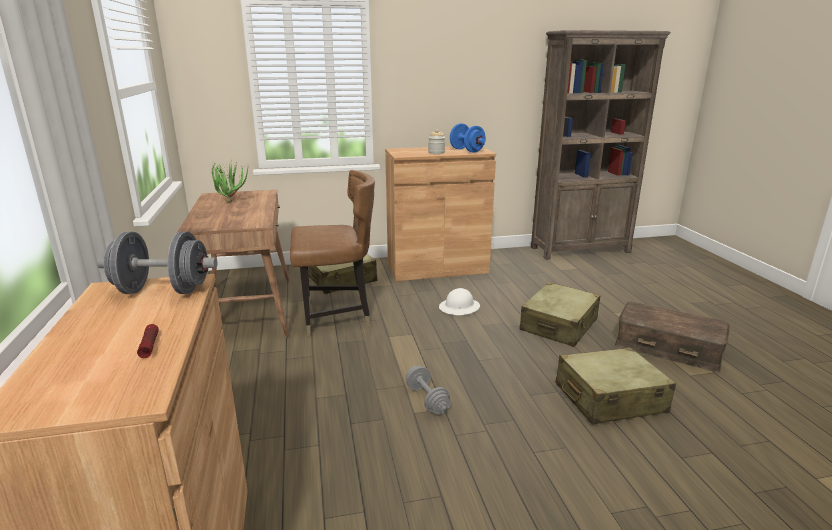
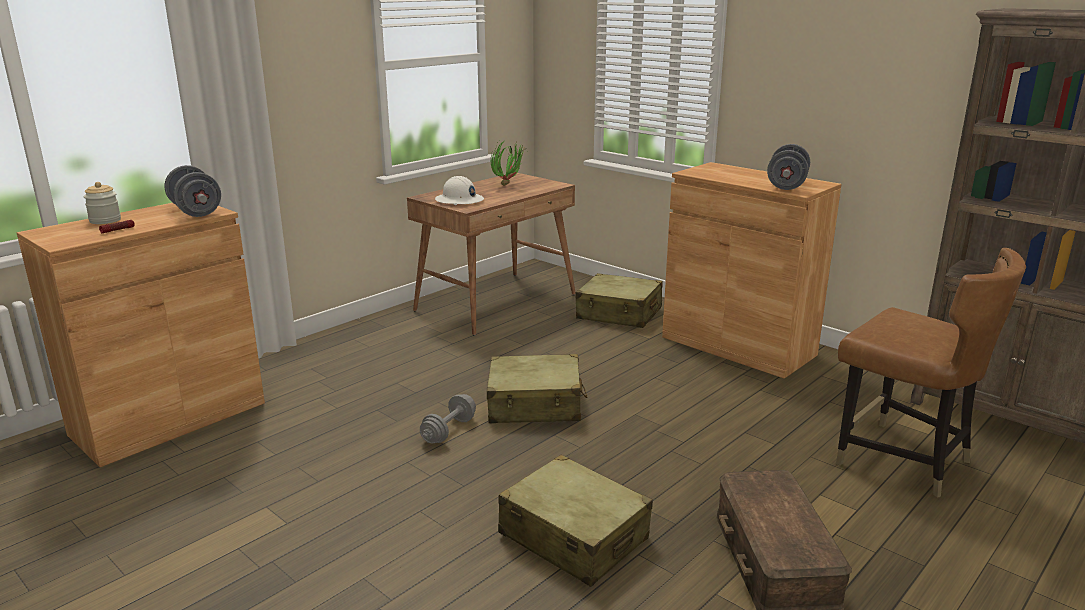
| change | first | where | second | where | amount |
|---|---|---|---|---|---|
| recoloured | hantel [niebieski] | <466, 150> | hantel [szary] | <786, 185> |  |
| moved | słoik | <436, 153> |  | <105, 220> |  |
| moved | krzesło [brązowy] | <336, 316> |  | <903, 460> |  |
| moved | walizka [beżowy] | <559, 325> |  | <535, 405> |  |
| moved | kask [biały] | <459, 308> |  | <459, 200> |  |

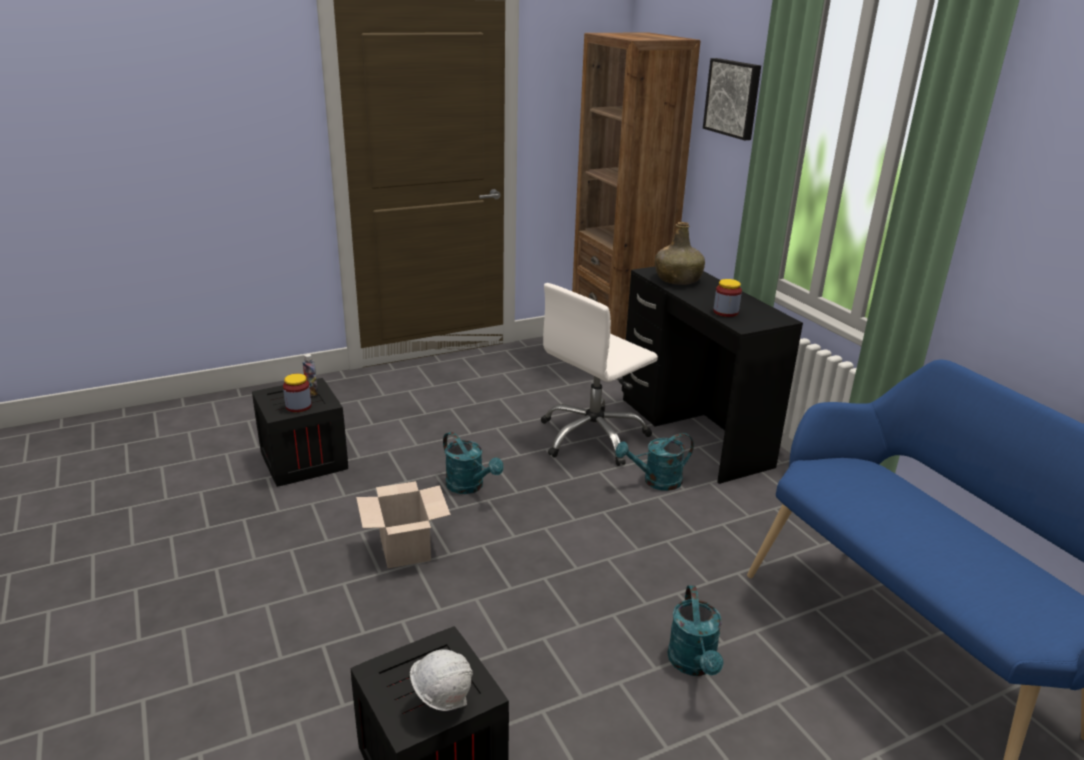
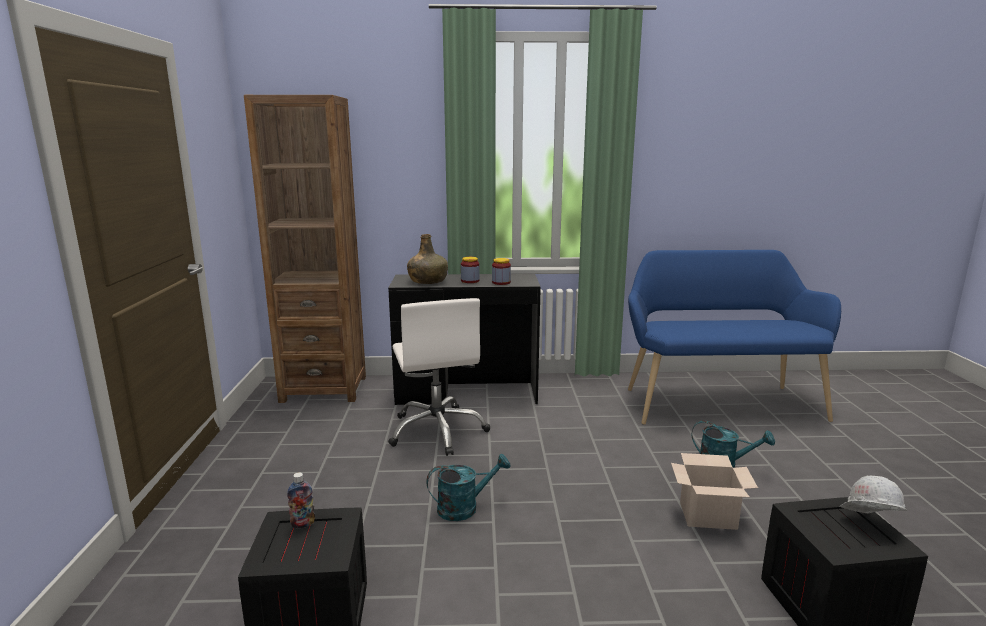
| change | first | where | second | where | amount |
|---|---|---|---|---|---|
| removed | obraz | <733, 98> |  |  |  |
| moved | słoik | <298, 406> |  | <470, 281> |  |
| removed | konewka [turkusowy] | <656, 481> |  |  |  |
| moved | karton | <406, 549> |  | <709, 515> |  |

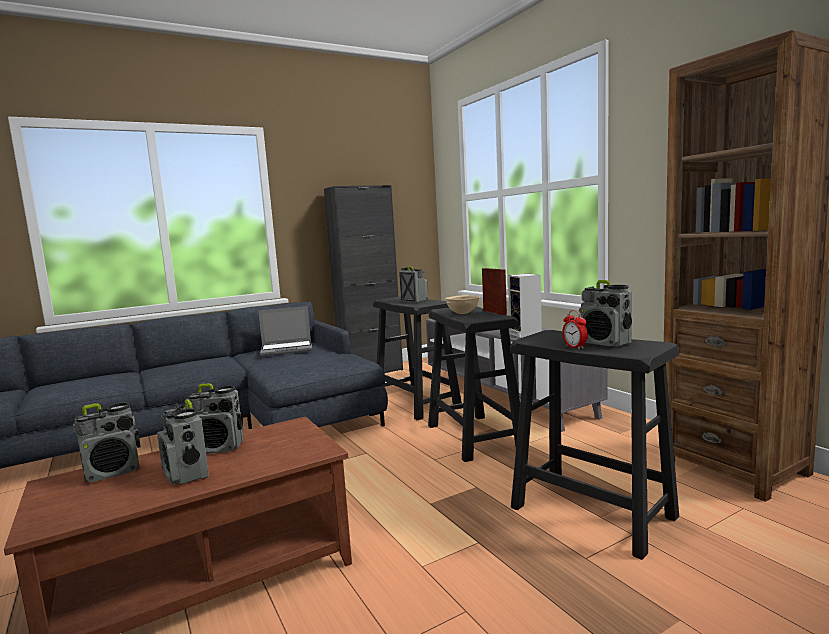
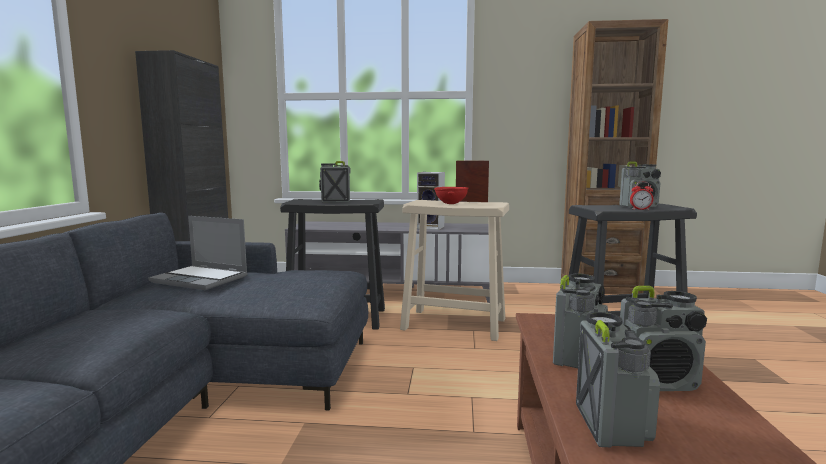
| change | first | where | second | where | amount |
|---|---|---|---|---|---|
| recoloured | miska [beżowy] | <462, 313> | miska [czerwony] | <450, 204> |  |
| turned | laptop | <287, 349> |  | <201, 279> | 90 degrees clockwise |
| recoloured | stołek [czarny] | <474, 436> | stołek [beżowy] | <453, 324> |  |

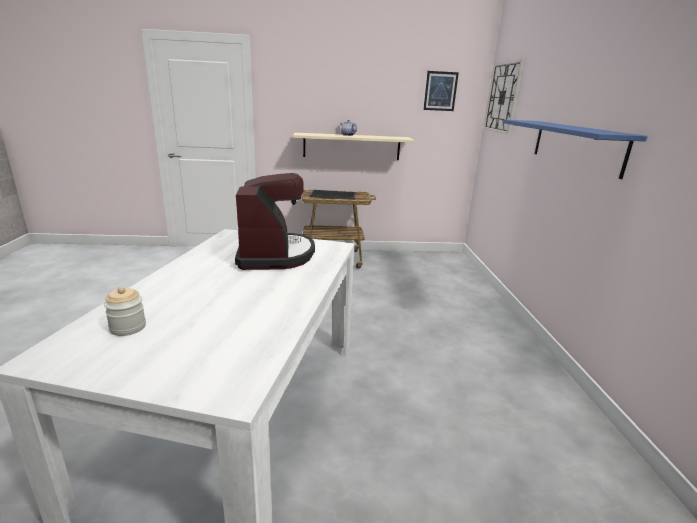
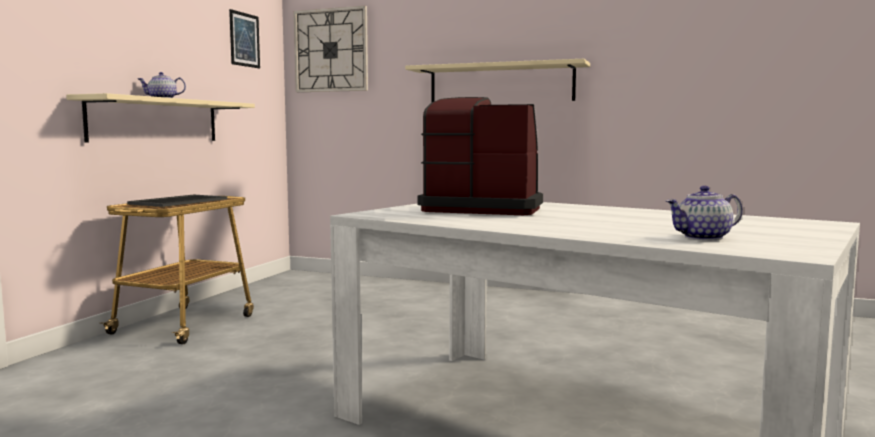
| change | first | where | second | where | amount |
|---|---|---|---|---|---|
| recoloured | półka [niebieski] | <576, 146> | półka [beżowy] | <501, 84> |  |
| replaced | słoik | <128, 327> | imbryk | <703, 237> |  |

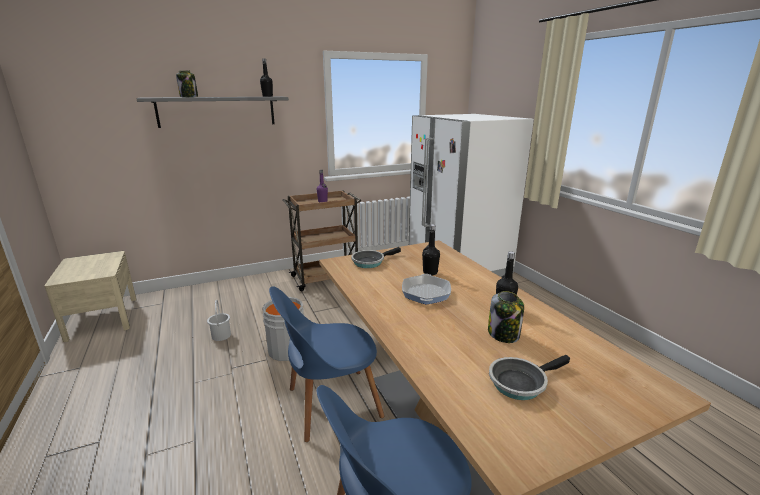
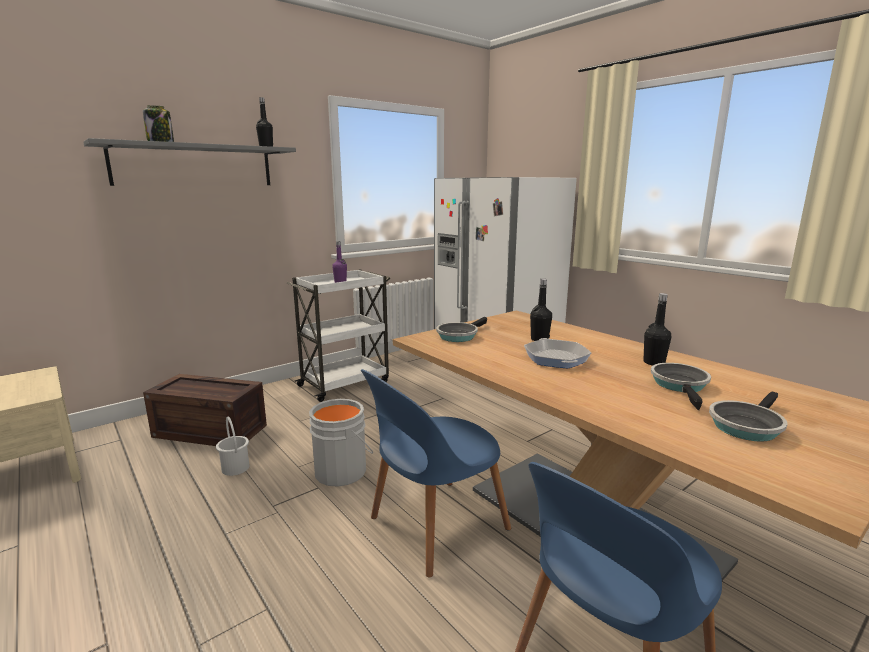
| change | first | where | second | where | amount |
|---|---|---|---|---|---|
| recoloured | wózek [brązowy] | <326, 278> | wózek [biały] | <345, 383> |  |
| replaced | słoik | <504, 334> | patelnia | <680, 386> |  |
| added |  |  | skrzynka | <212, 430> |  |

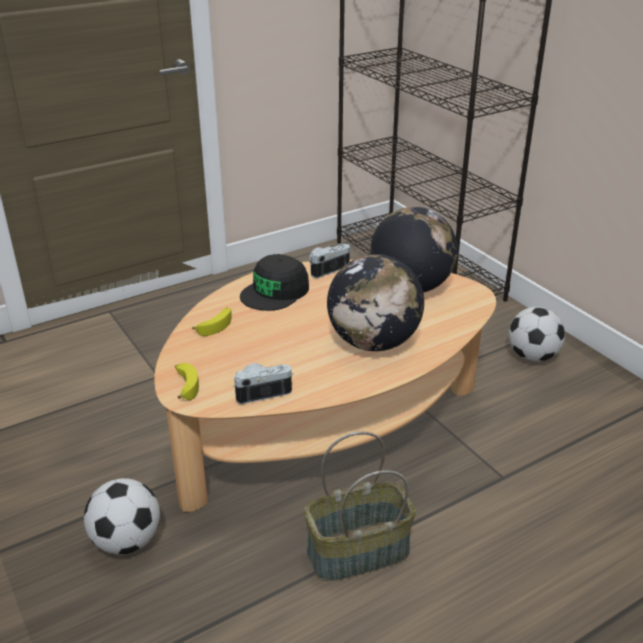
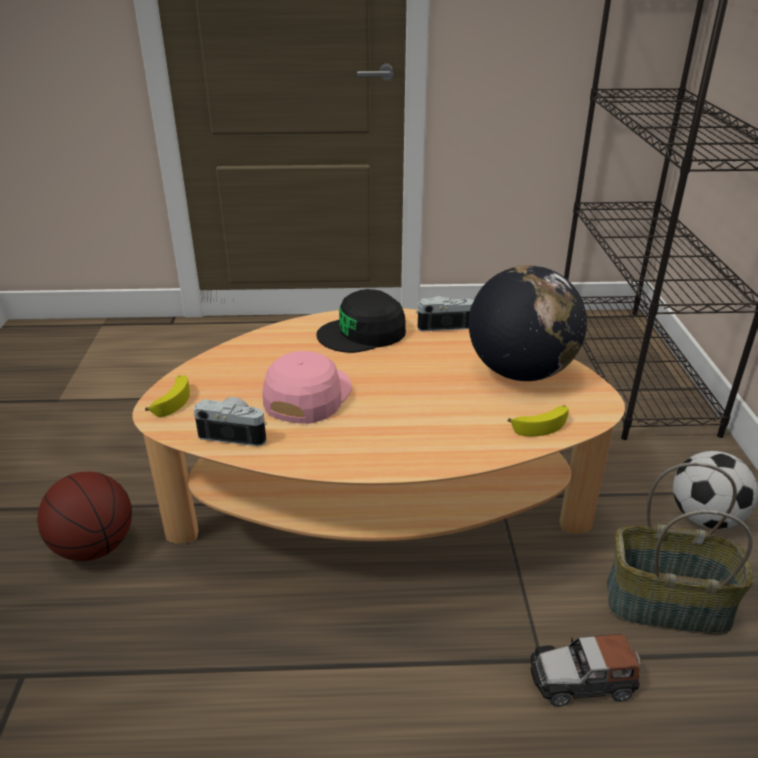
| change | first | where | second | where | amount |
|---|---|---|---|---|---|
| removed | globus | <373, 343> |  |  |  |
| moved | banan | <215, 325> |  | <541, 424> |  |
| moved | koszyk | <358, 553> |  | <666, 605> |  |
| replaced | piłka futbolowa | <127, 541> | piłka do koszykówki | <94, 547> |  |
| added |  |  | czapka z daszkiem [różowy] | <307, 395> |  |
| added |  |  | samochodzik | <582, 680> |  |

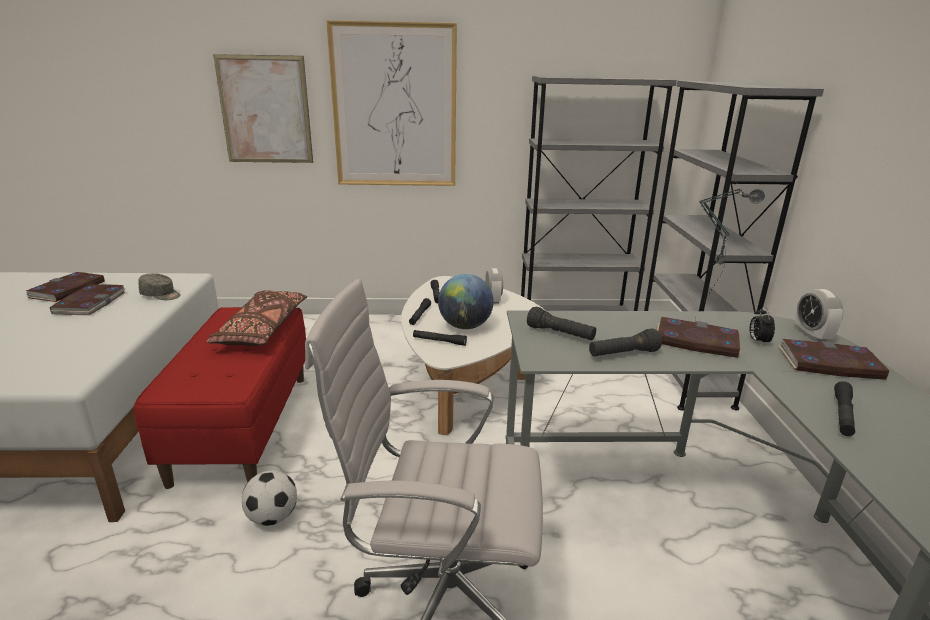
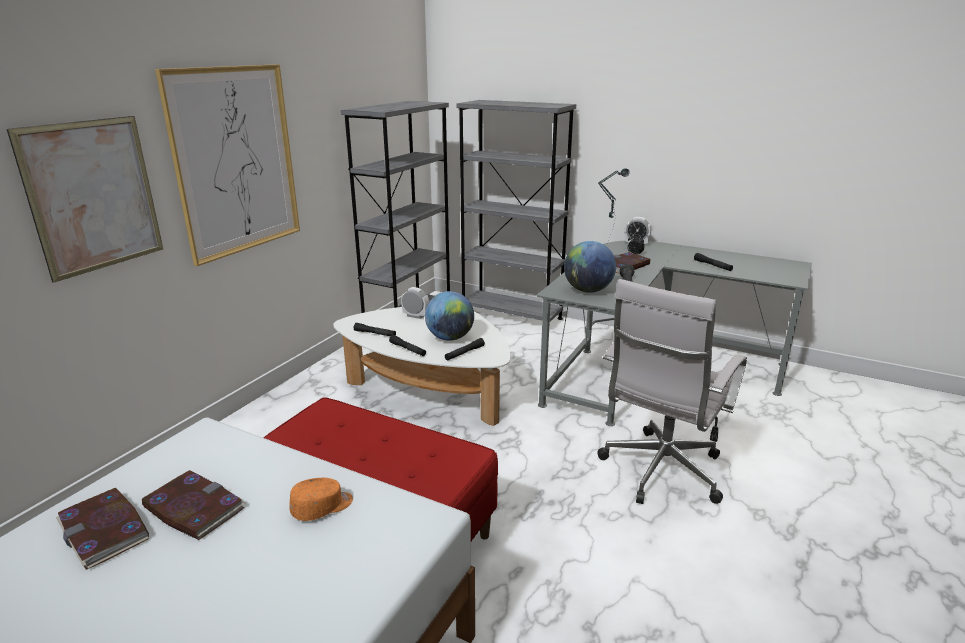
| change | first | where | second | where | amount |
|---|---|---|---|---|---|
| removed | czapka z daszkiem [szary] | <161, 295> |  |  |  |
| removed | poduszka [brązowy] | <262, 329> |  |  |  |
| replaced | latarka [czarny] | <560, 334> | globus | <588, 290> |  |
| removed | książka | <829, 363> |  |  |  |
| removed | piłka futbolowa | <273, 517> |  |  |  |
| added |  |  | czapka z daszkiem [pomarańczowy] | <322, 507> |  |

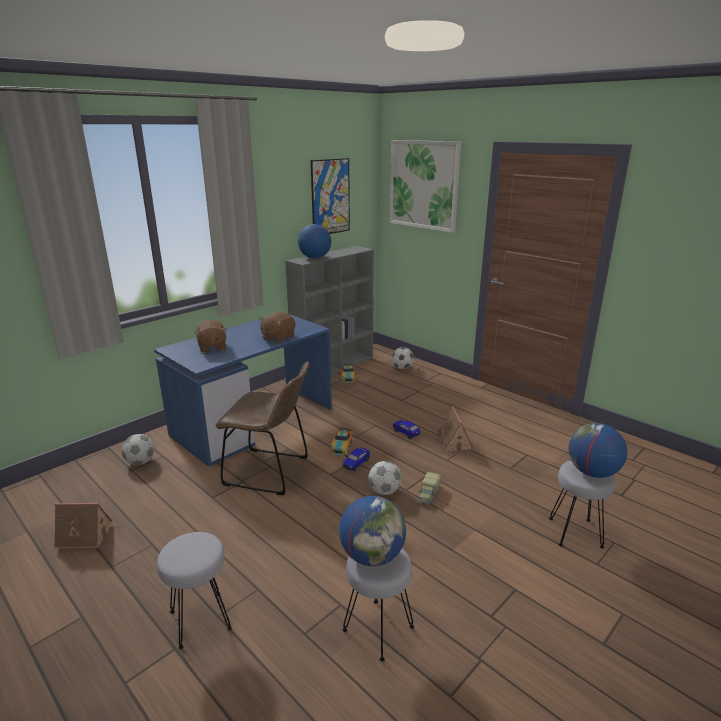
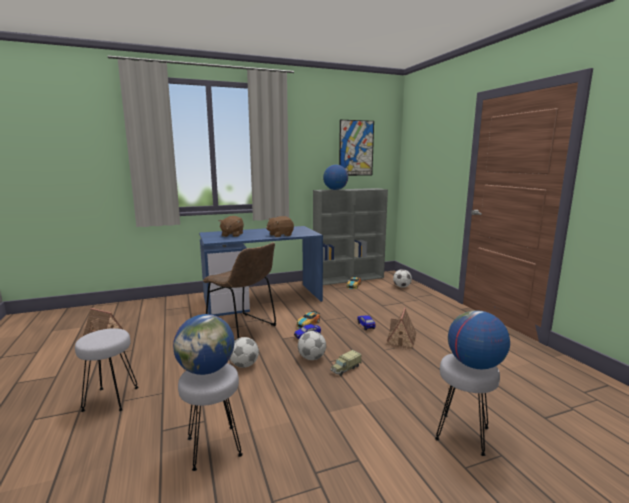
| change | first | where | second | where | amount |
|---|---|---|---|---|---|
| removed | obraz | <424, 185> |  |  |  |
| moved | piłka futbolowa | <141, 462> |  | <244, 365> |  |

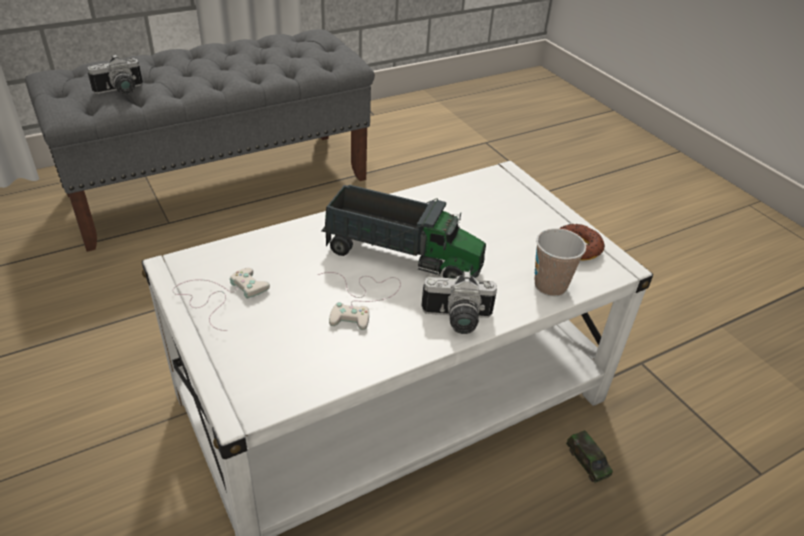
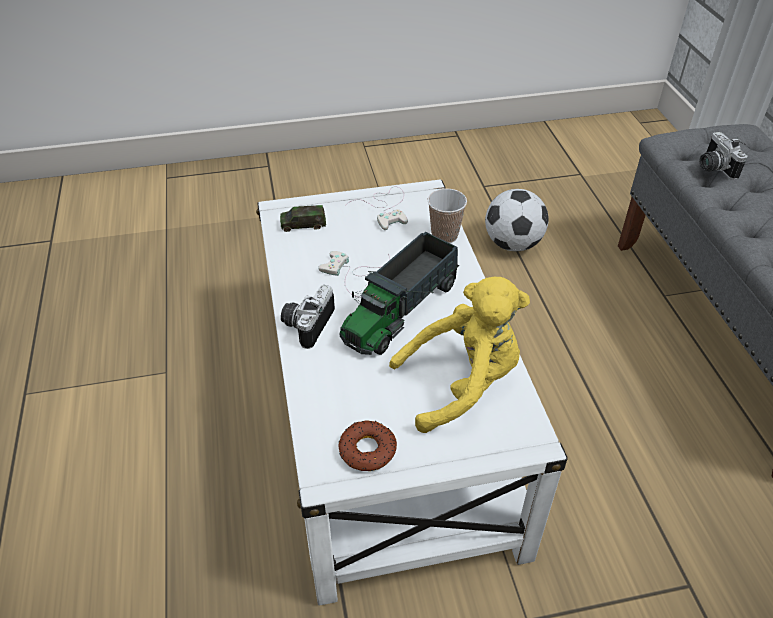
| change | first | where | second | where | amount |
|---|---|---|---|---|---|
| moved | filiżanka | <550, 286> |  | <444, 235> |  |
| moved | samochodzik | <587, 461> |  | <303, 224> |  |
| added |  |  | piłka futbolowa | <512, 244> |  |
| added |  |  | pluszak [żółty] | <462, 383> |  |

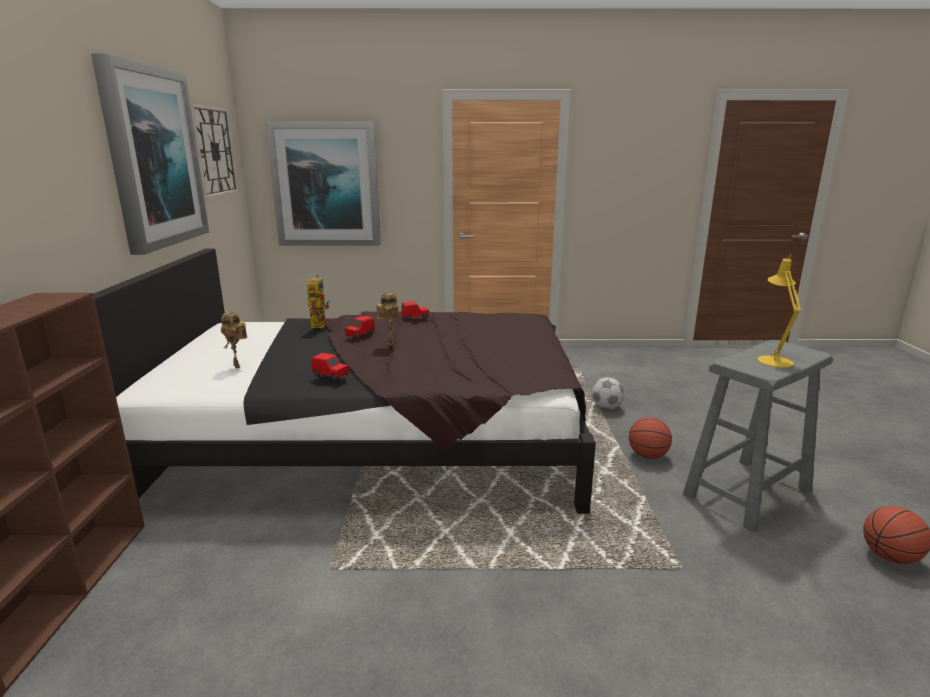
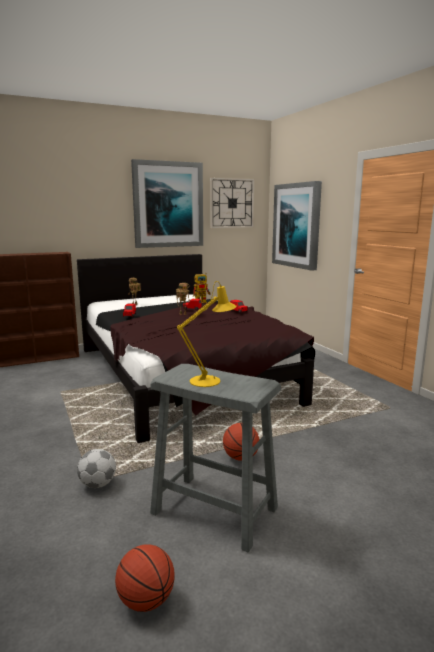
| change | first | where | second | where | amount |
|---|---|---|---|---|---|
| moved | piłka futbolowa | <606, 407> |  | <98, 484> |  |

